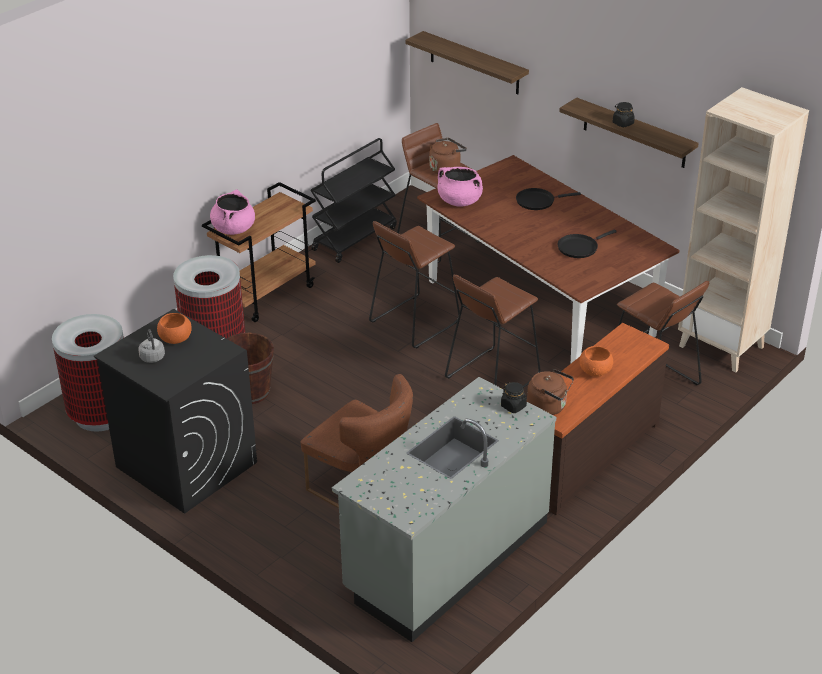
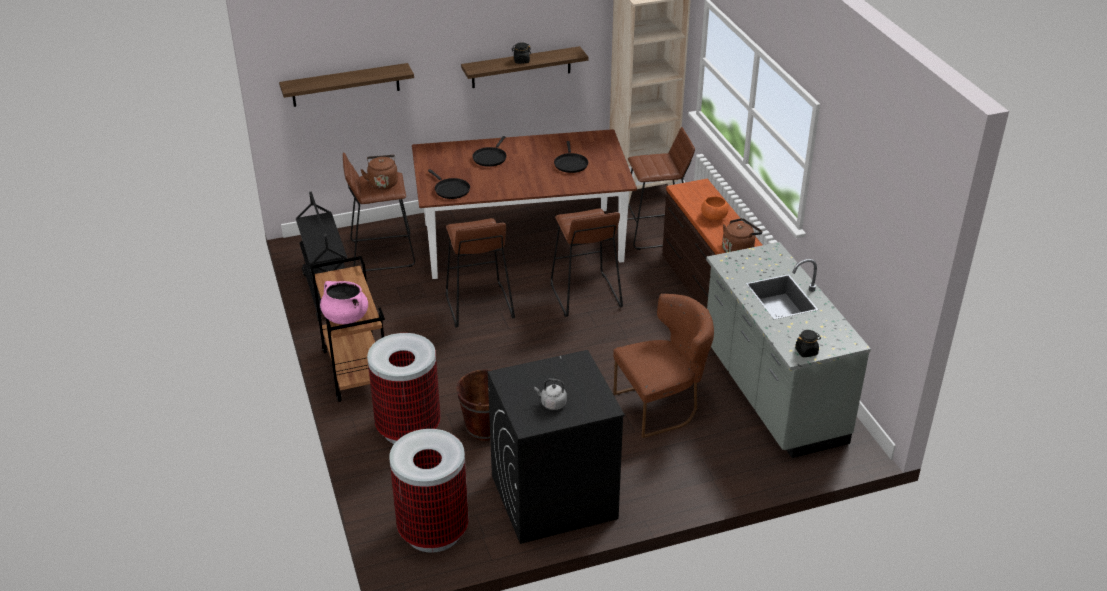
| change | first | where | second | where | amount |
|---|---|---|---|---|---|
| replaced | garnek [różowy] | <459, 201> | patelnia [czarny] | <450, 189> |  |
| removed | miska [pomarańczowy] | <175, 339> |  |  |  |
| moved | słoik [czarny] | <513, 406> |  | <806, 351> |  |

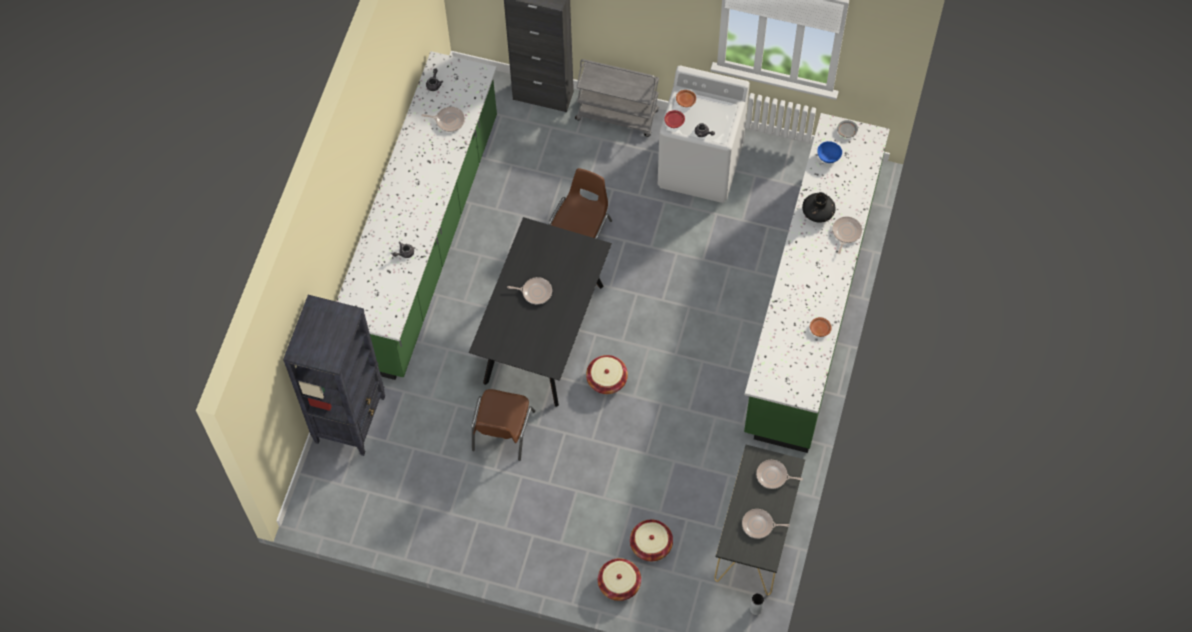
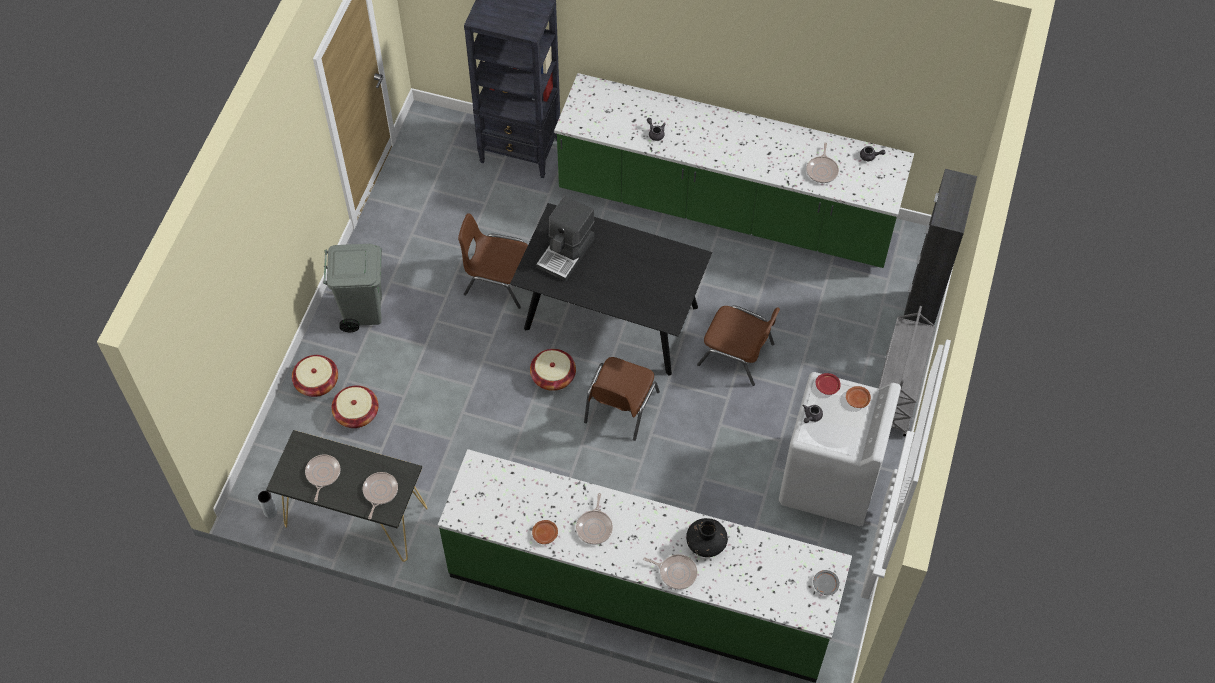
| change | first | where | second | where | amount |
|---|---|---|---|---|---|
| removed | miska [niebieski] | <829, 157> |  |  |  |
| moved | patelnia | <535, 292> |  | <595, 527> |  |
| added |  |  | ekspres do kawy | <566, 253> |  |
| added |  |  | kosz na śmieci [szary] | <362, 310> |  |
| added |  |  | krzesło [brązowy] | <620, 407> |  |

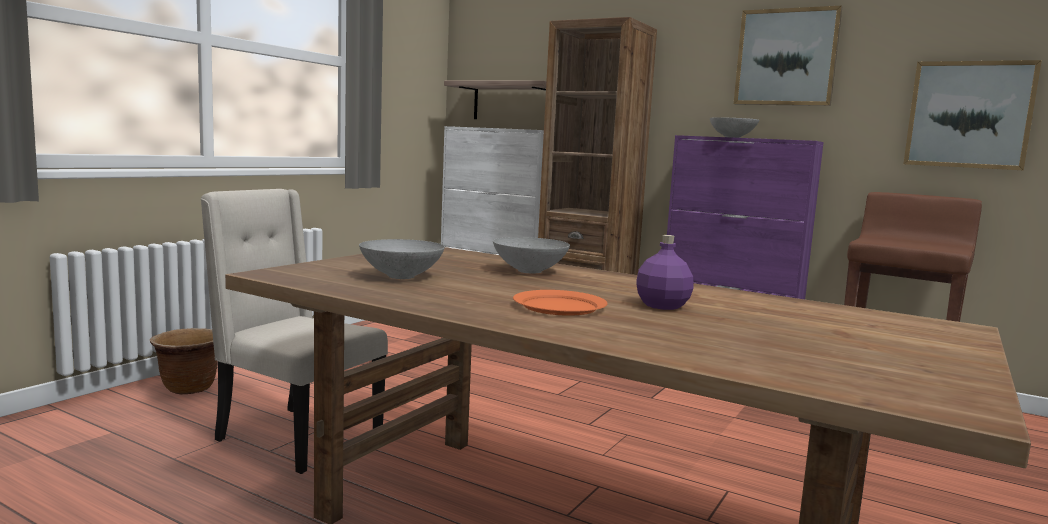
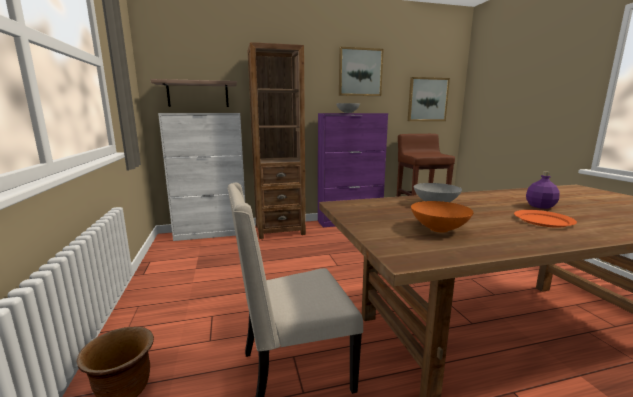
| change | first | where | second | where | amount |
|---|---|---|---|---|---|
| recoloured | miska [szary] | <400, 276> | miska [pomarańczowy] | <438, 229> |  |

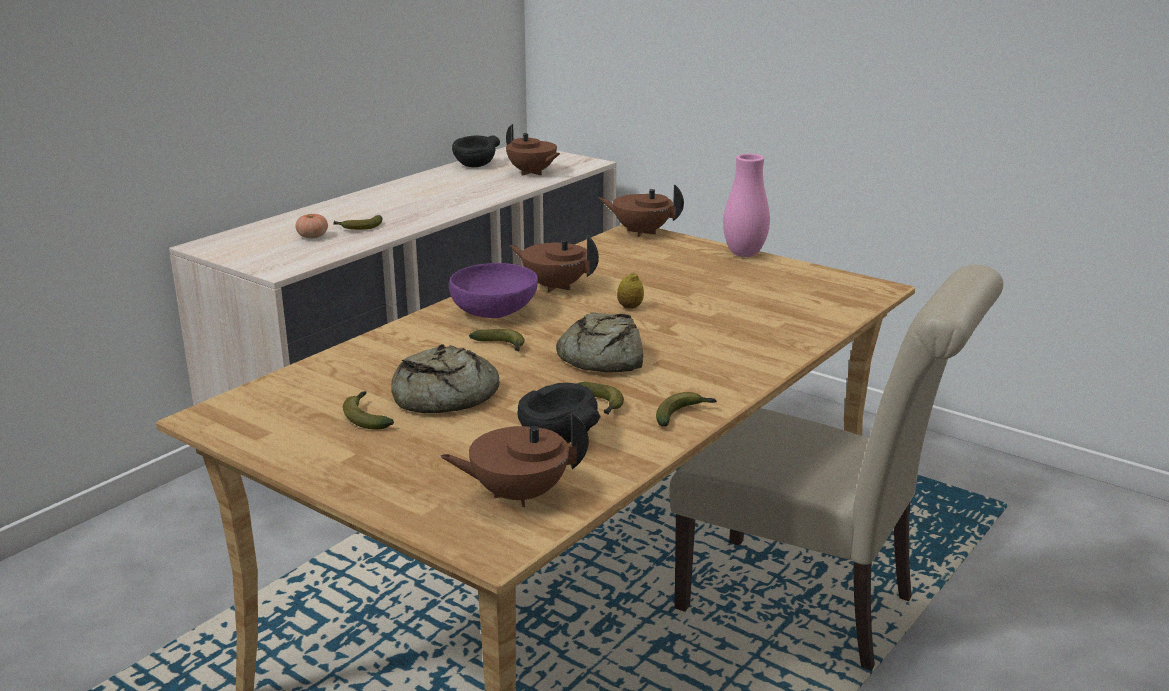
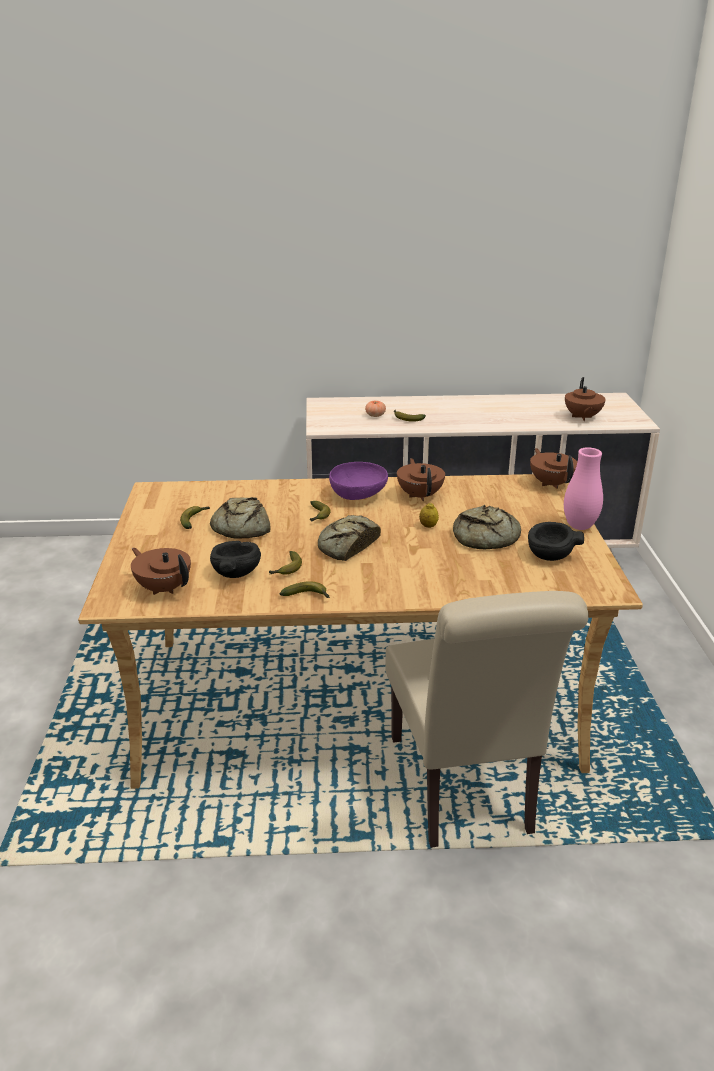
| change | first | where | second | where | amount |
|---|---|---|---|---|---|
| moved | miska [czarny] | <475, 165> |  | <549, 555> |  |
| added |  |  | chleb | <486, 537> |  |

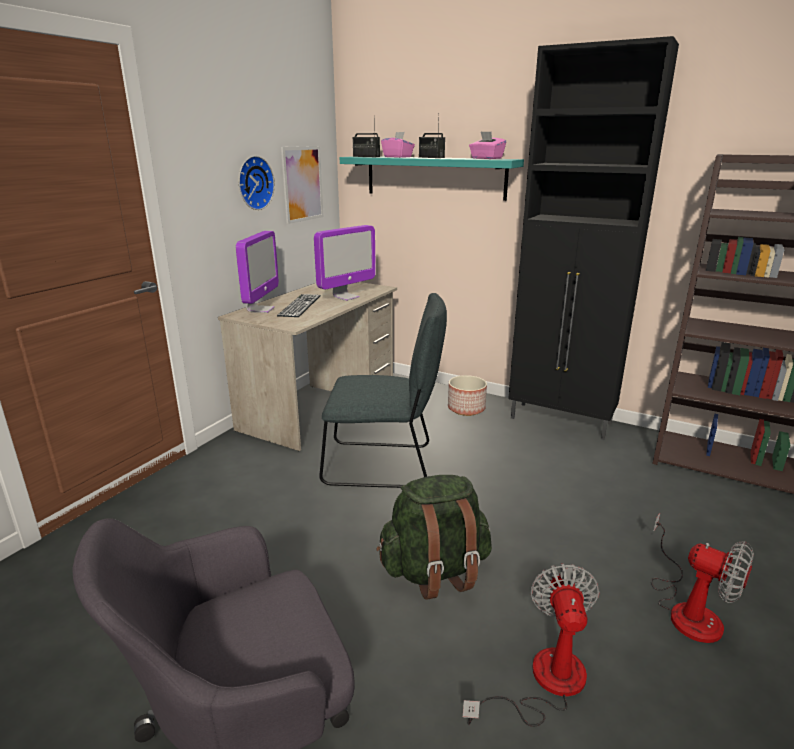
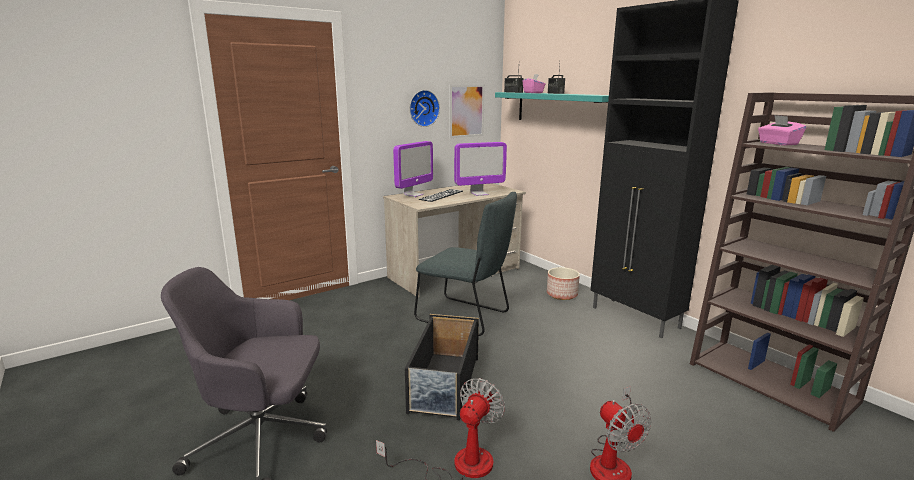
| change | first | where | second | where | amount |
|---|---|---|---|---|---|
| moved | pudełko chusteczek [różowy] | <486, 158> |  | <778, 143> |  |
| replaced | plecak [zielony] | <435, 571> | pojemnik do przechowywania [czarny] | <444, 385> |  |

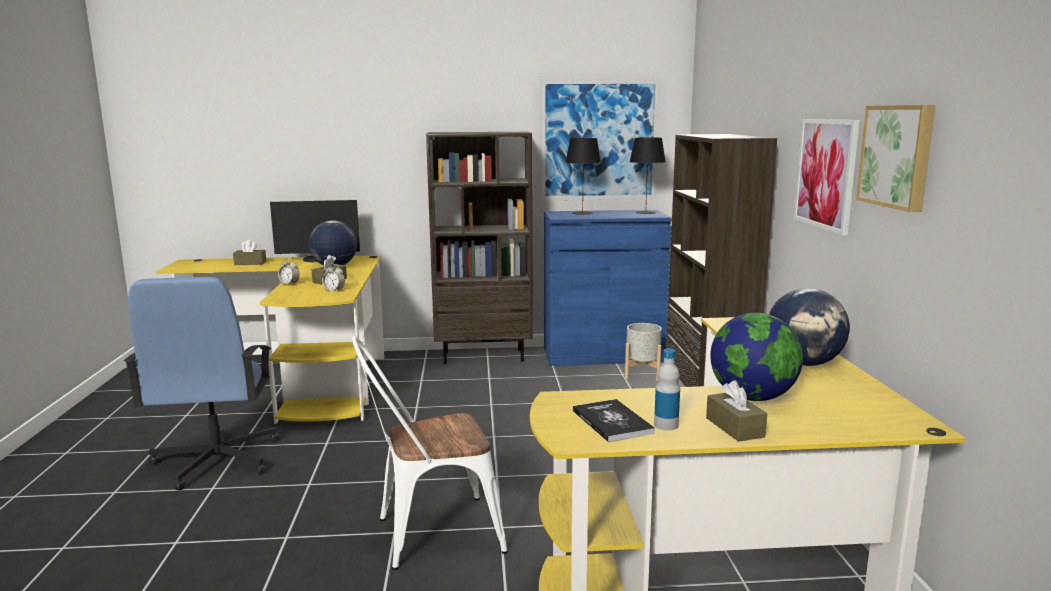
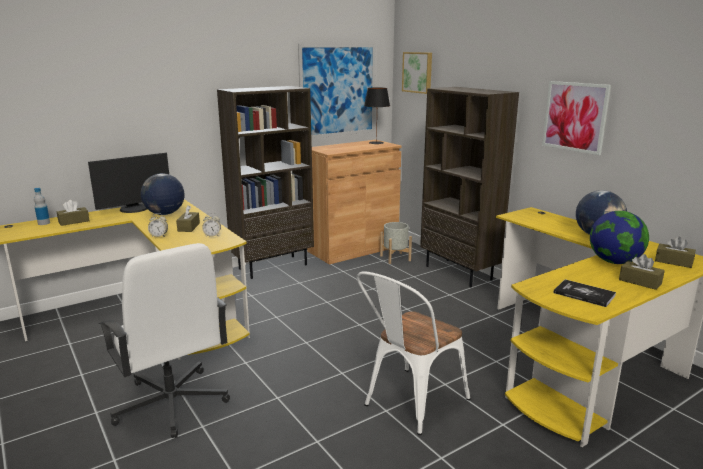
| change | first | where | second | where | amount |
|---|---|---|---|---|---|
| moved | obraz | <898, 156> |  | <418, 72> |  |
| removed | lampa stołowa [czarny] | <582, 213> |  |  |  |
| recoloured | szafka [niebieski] | <602, 354> | szafka [brązowy] | <353, 249> |  |
| recoloured | krzesło biurowe [niebieski] | <216, 460> | krzesło biurowe [biały] | <171, 404> |  |
| moved | butelka | <666, 425> |  | <44, 223> |  |
| added |  |  | pudełko chusteczek [brązowy] | <673, 262> |  |

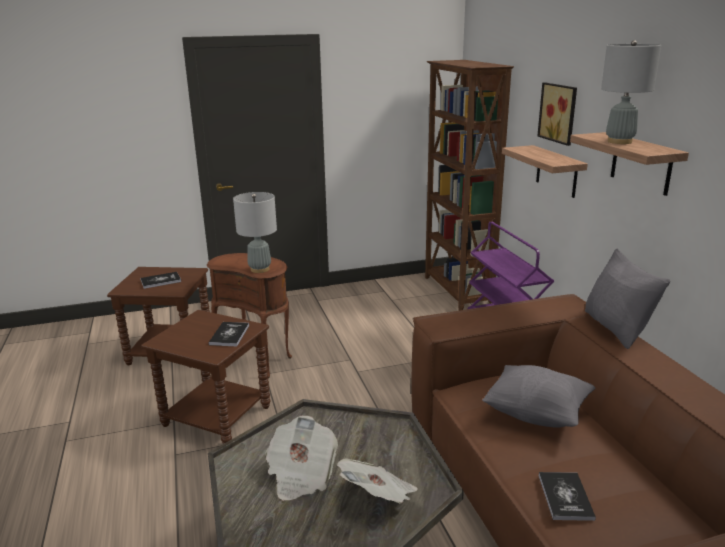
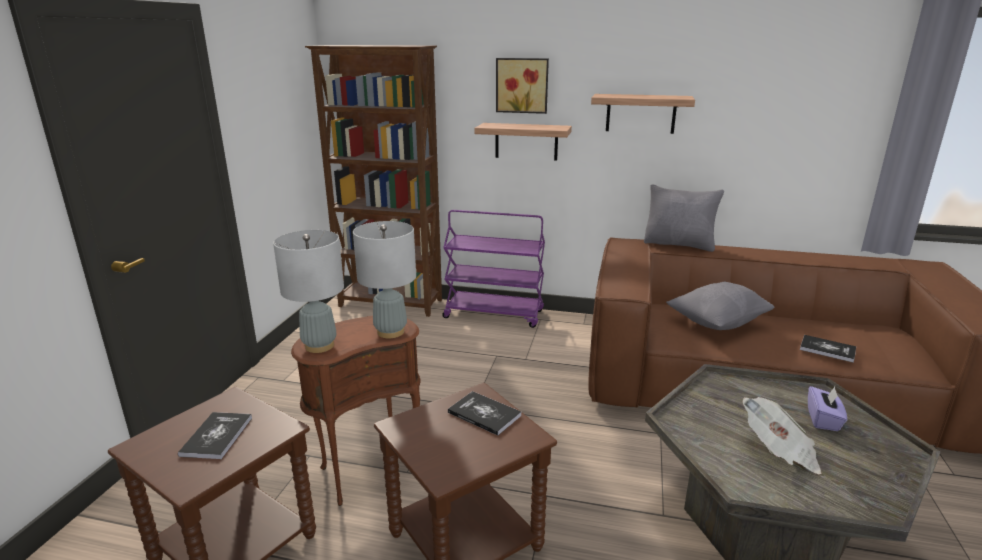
| change | first | where | second | where | amount |
|---|---|---|---|---|---|
| moved | lampa stołowa [szary] | <619, 142> |  | <319, 346> |  |
| replaced | gazeta | <378, 497> | pudełko chusteczek [fioletowy] | <823, 420> |  |

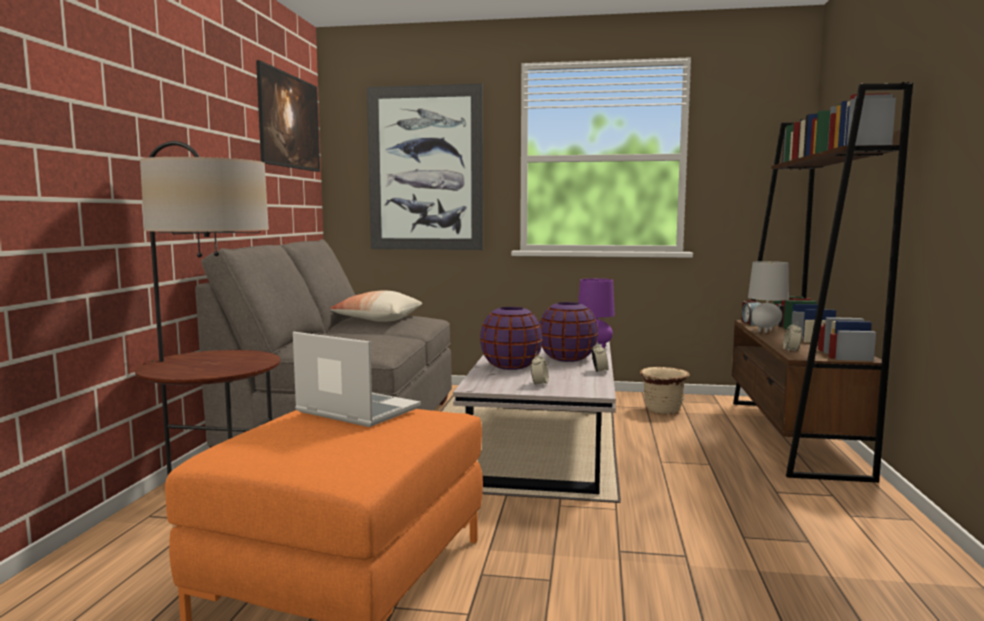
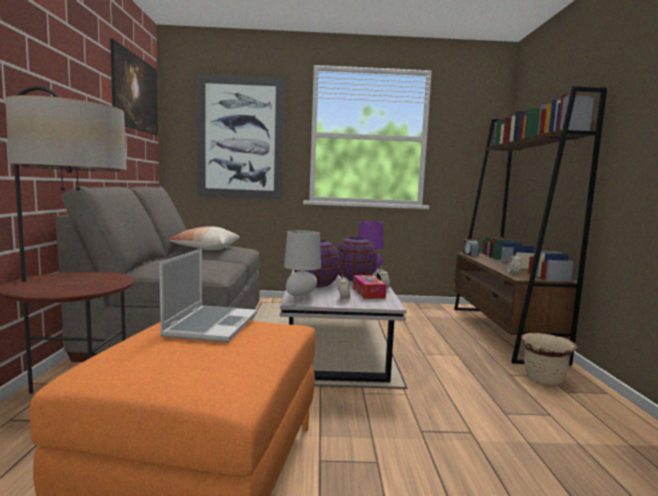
| change | first | where | second | where | amount |
|---|---|---|---|---|---|
| moved | lampa stołowa [szary] | <766, 331> |  | <301, 298> |  |
| turned | laptop | <355, 410> |  | <211, 325> | 75 degrees clockwise |
| moved | donica [beżowy] | <663, 410> |  | <544, 380> |  |
| added |  |  | pudełko chusteczek | <368, 293> |  |

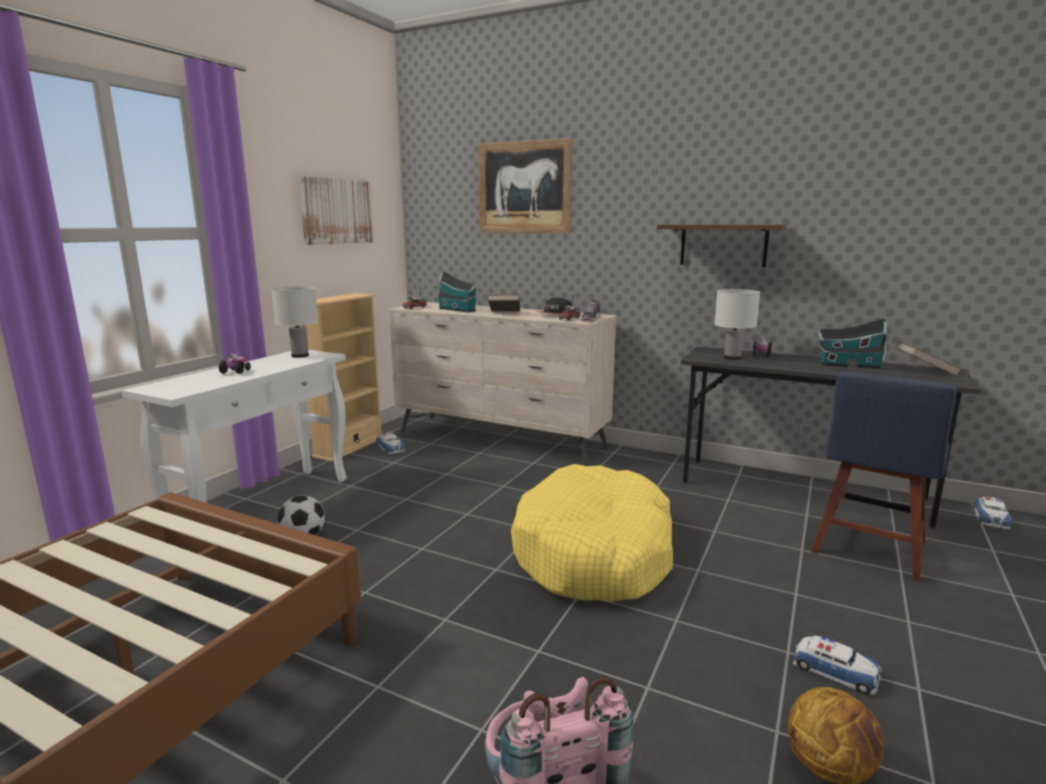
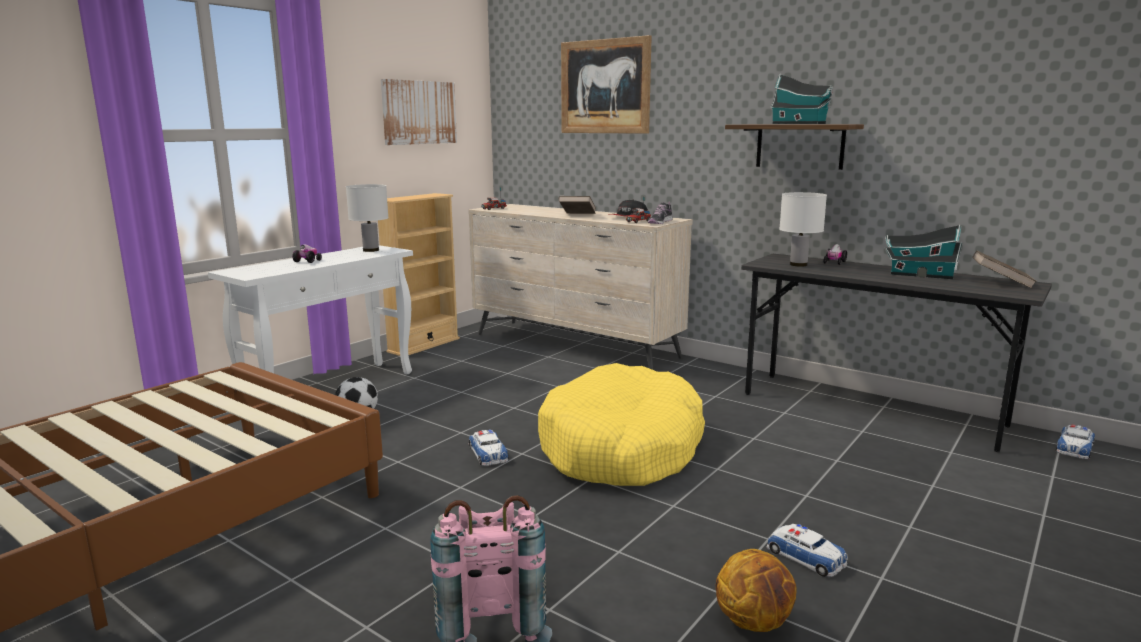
| change | first | where | second | where | amount |
|---|---|---|---|---|---|
| moved | domek | <458, 310> |  | <800, 124> |  |
| removed | krzesło [niebieski] | <868, 550> |  |  |  |
| moved | samochodzik | <390, 448> |  | <488, 454> |  |

